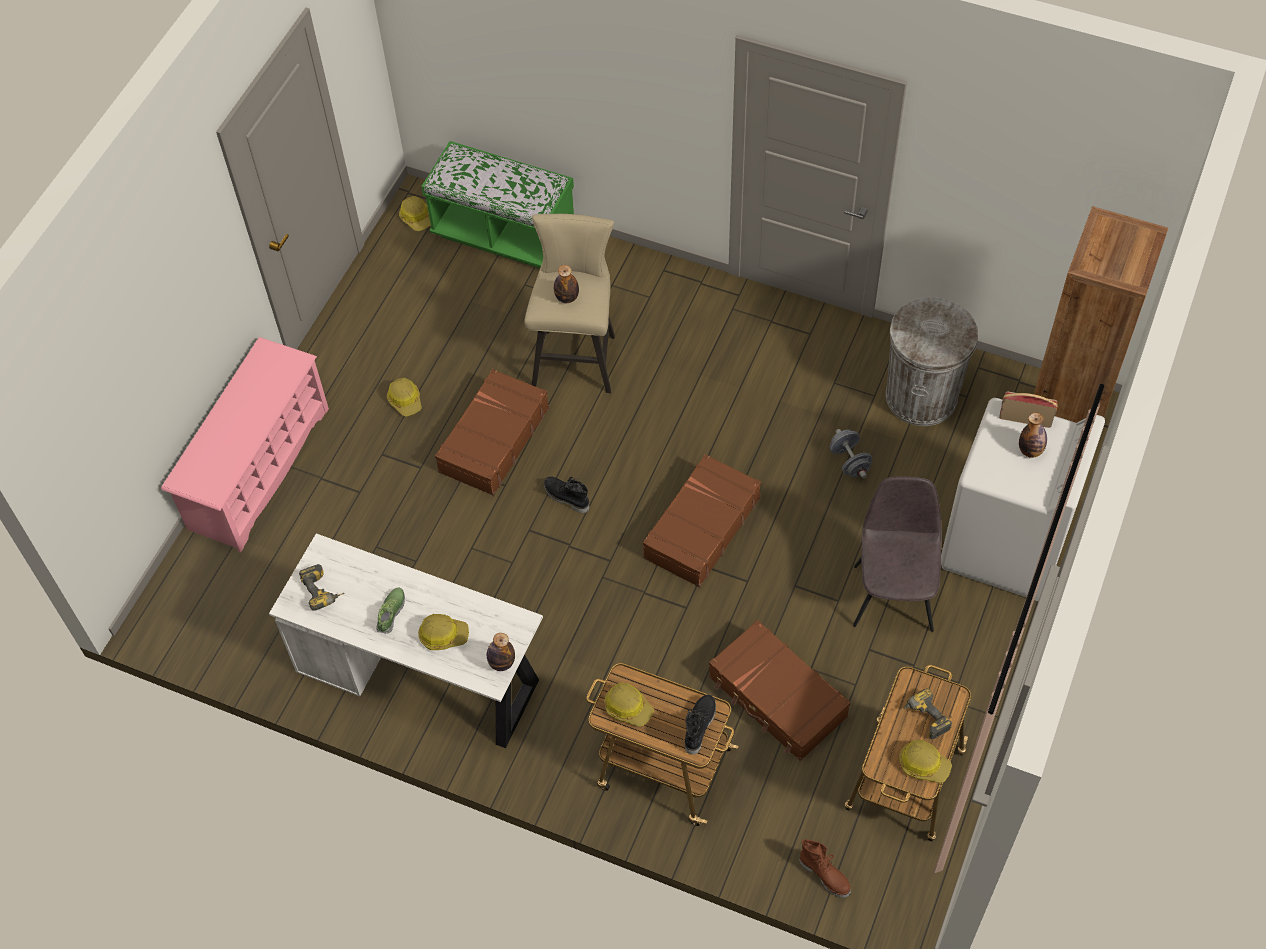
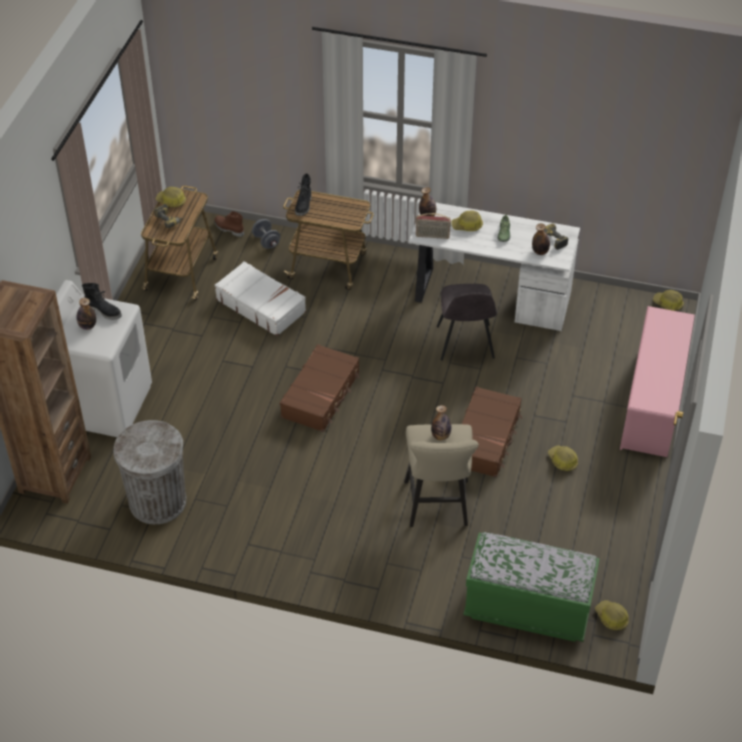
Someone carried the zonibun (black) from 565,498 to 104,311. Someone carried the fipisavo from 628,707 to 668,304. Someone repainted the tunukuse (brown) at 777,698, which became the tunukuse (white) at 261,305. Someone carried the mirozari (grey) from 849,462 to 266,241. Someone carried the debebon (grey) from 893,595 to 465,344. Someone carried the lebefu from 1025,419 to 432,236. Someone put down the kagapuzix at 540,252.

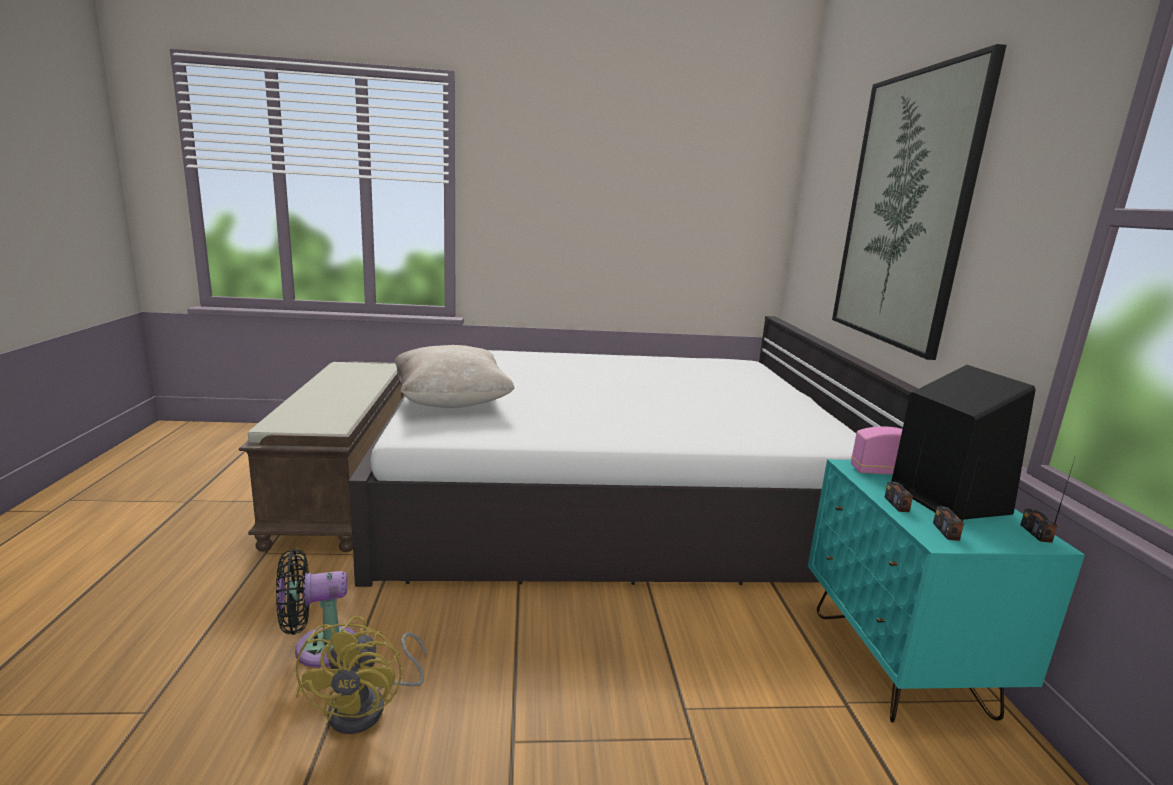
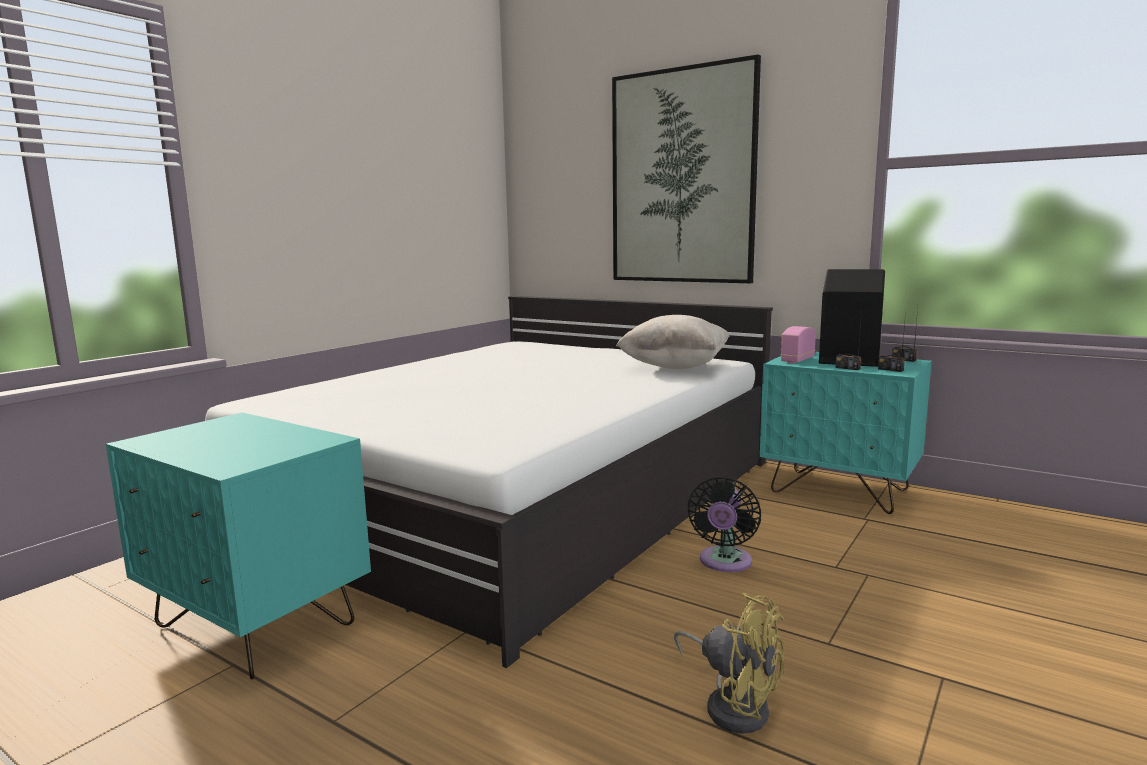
Someone swapped the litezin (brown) at 345,490 for the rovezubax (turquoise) at 256,626. Someone carried the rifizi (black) from 319,648 to 724,563. Someone carried the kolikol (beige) from 451,402 to 675,367.

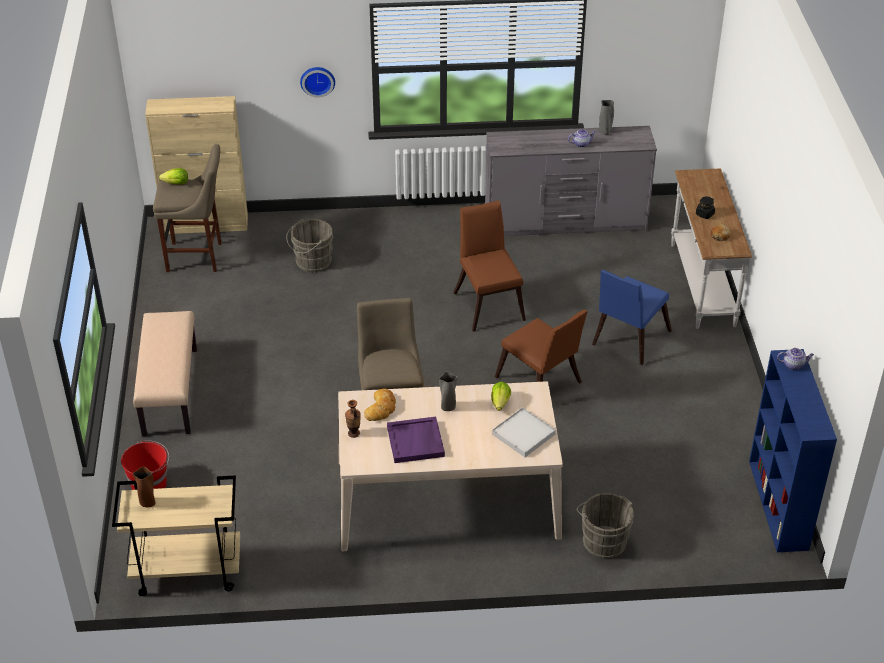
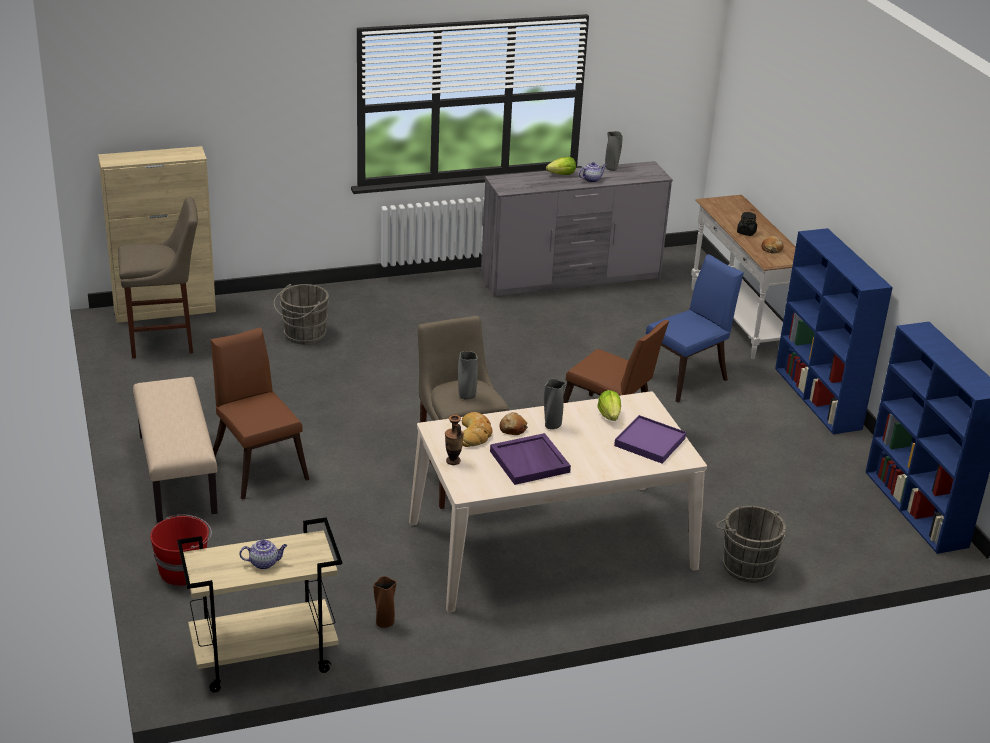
Someone carried the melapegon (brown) from 148,503 to 384,623. Someone carried the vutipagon from 176,183 to 562,175. Someone took away the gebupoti at 317,80. Someone carried the debebon (brown) from 488,303 to 258,464. Someone repainted the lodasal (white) at 523,434, which became the lodasal (purple) at 649,442. Someone rotated the debebon (blue) at 628,340 by 150 degrees counterclockwise. Someone carried the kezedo from 793,365 to 264,563. Someone put down the melapegon (grey) at 466,396. Someone put down the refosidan at 512,428. Someone put down the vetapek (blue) at 818,399.

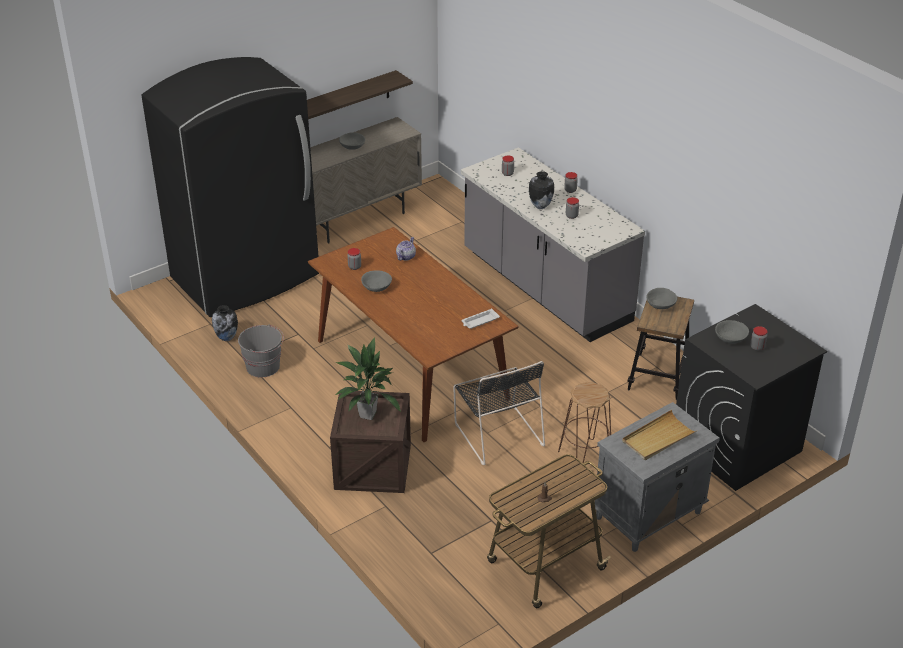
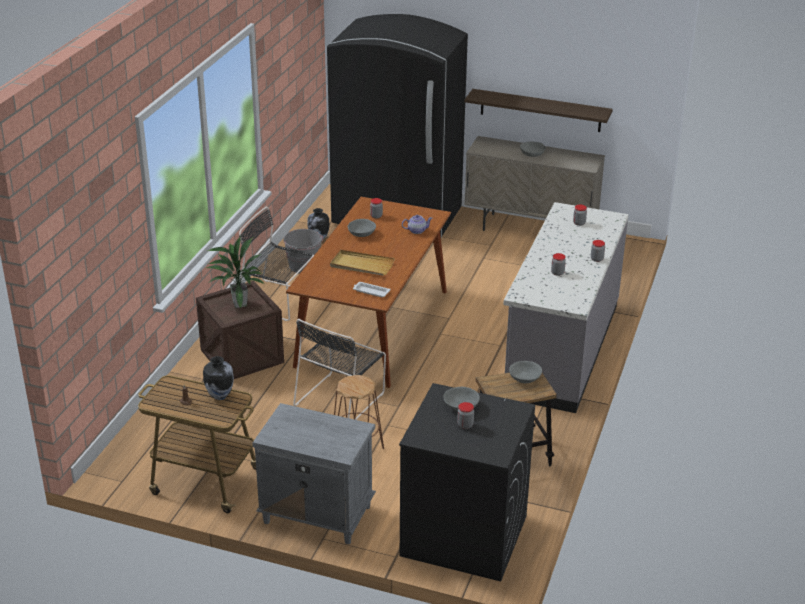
Someone carried the melapegon from 540,206 to 220,396. Someone carried the lodasal (beige) from 658,438 to 361,265. Someone put down the debebon (black) at 278,300.

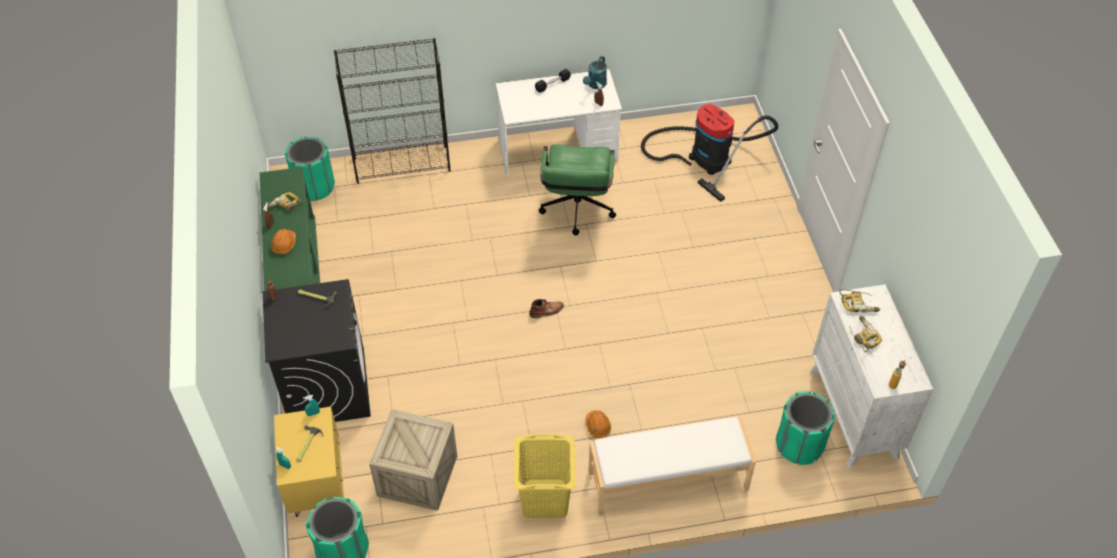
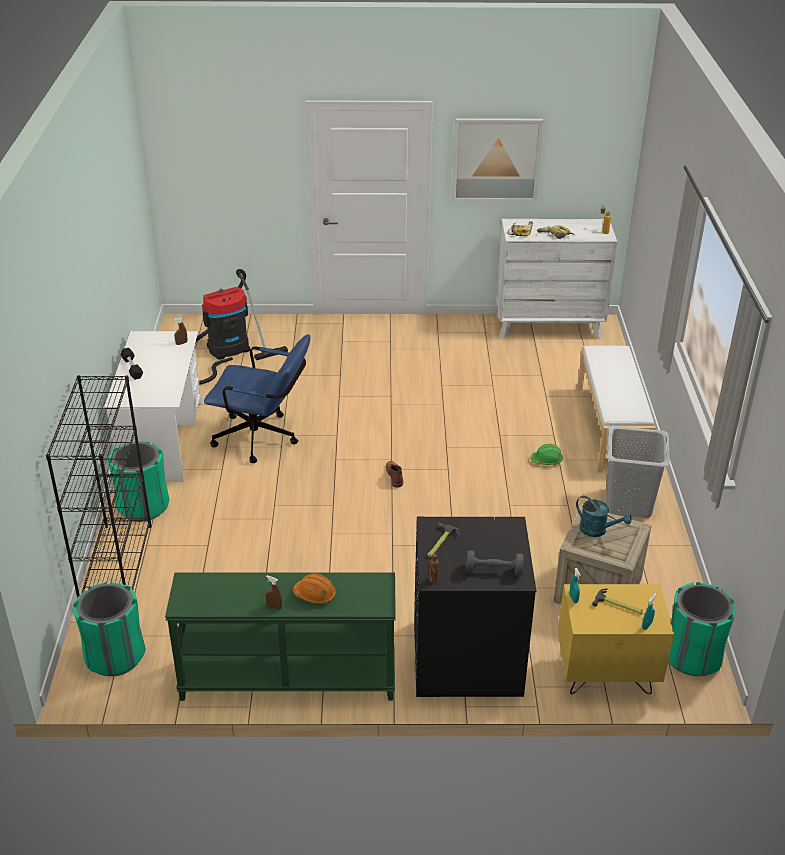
Someone took away the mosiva at 285,207. Someone repainted the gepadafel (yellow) at 544,499, which became the gepadafel (grey) at 628,503. Someone repainted the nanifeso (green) at 576,212, which became the nanifeso (blue) at 263,439. Someone carried the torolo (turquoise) from 595,85 to 597,530. Someone repainted the fipisavo (orange) at 598,426, which became the fipisavo (green) at 547,460. Someone carried the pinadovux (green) from 799,445 to 143,506. Someone put up the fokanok at 496,159. Someone put down the mirozari (grey) at 494,570.

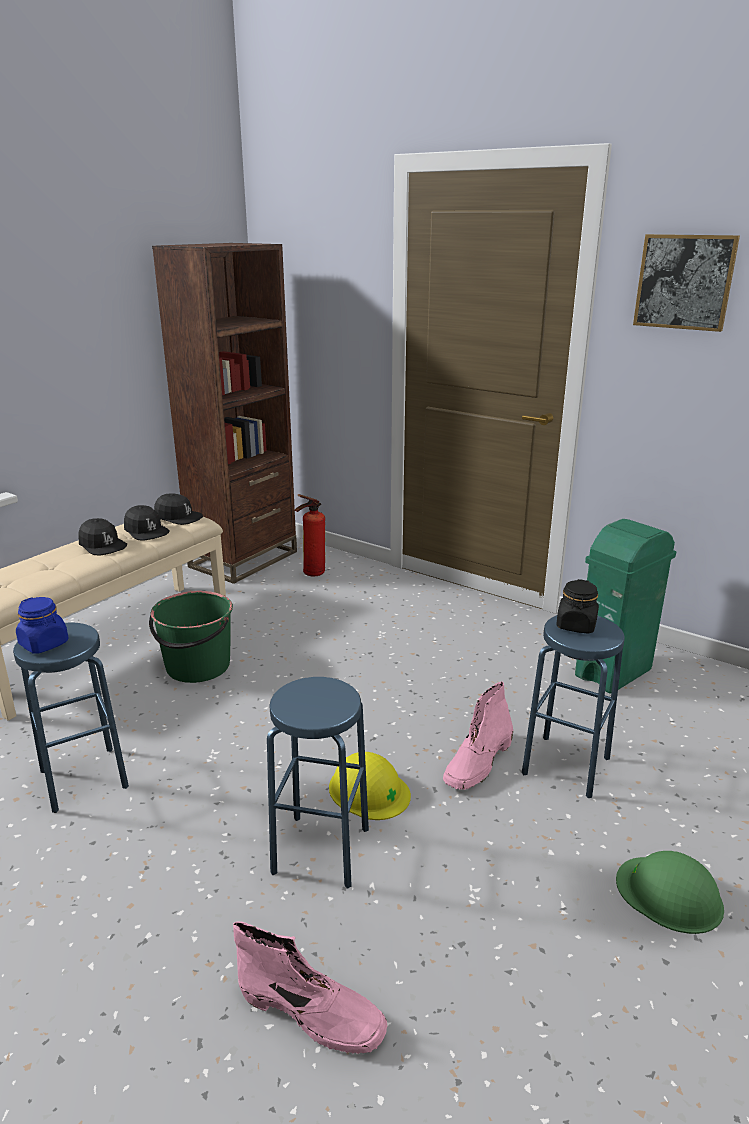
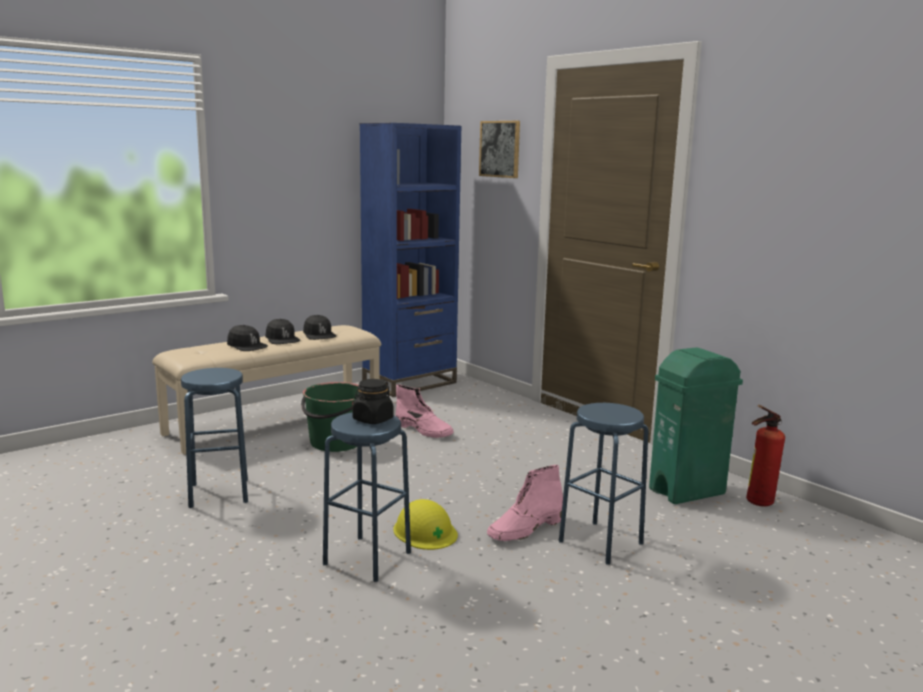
Someone took away the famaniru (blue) at 44,644. Someone repainted the vetapek (brown) at 244,559, which became the vetapek (blue) at 410,383. Someone carried the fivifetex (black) from 178,517 to 246,346. Someone carried the zonibun (pink) from 312,1012 to 424,430. Someone carried the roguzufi from 311,574 to 756,503. Someone carried the famaniru (black) from 576,625 to 372,419. Someone took away the fipisavo (green) at 669,894. Someone carried the fokanok from 684,282 to 500,149.

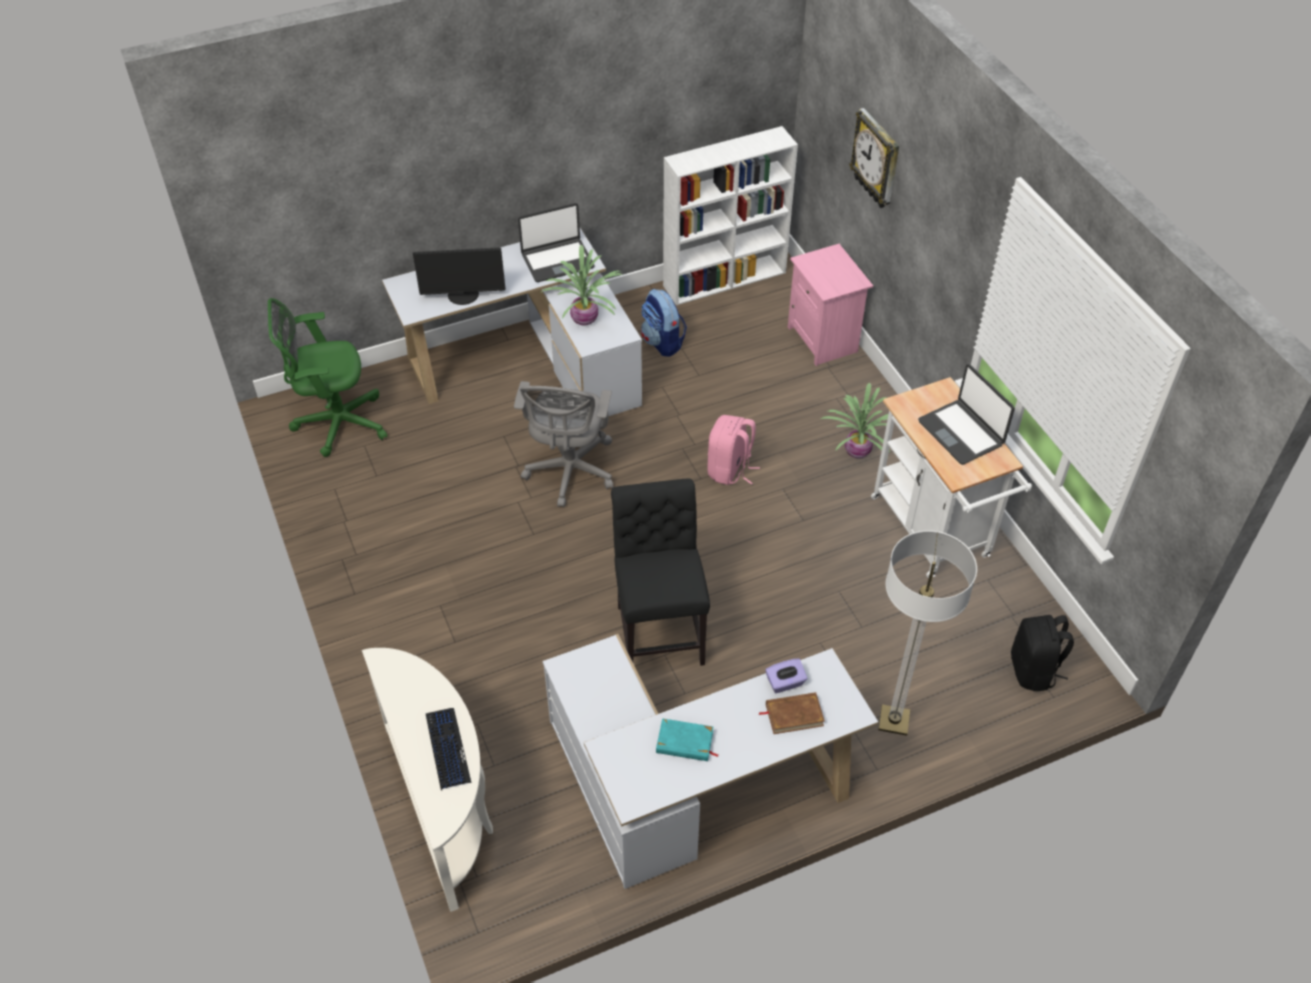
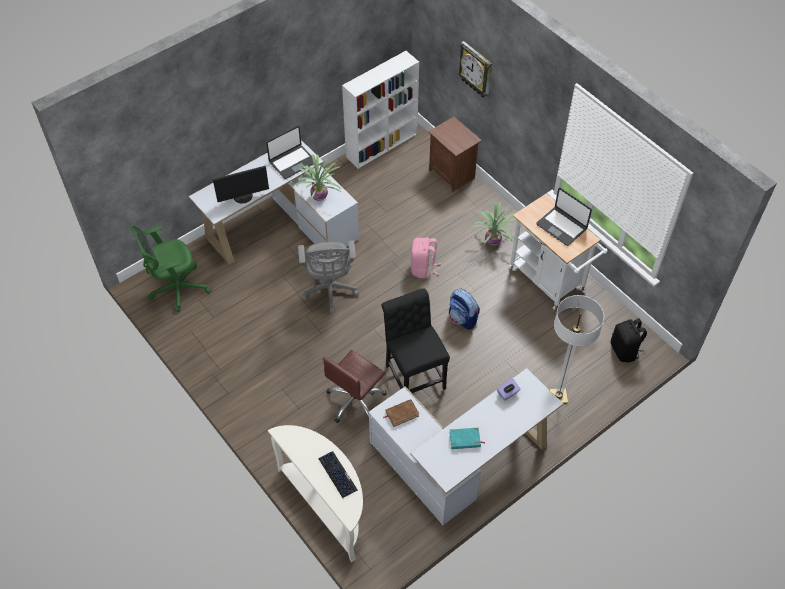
Someone carried the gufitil from 662,342 to 463,319. Someone carried the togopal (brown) from 794,715 to 402,413. Someone repainted the rovezubax (pink) at 823,339, which became the rovezubax (brown) at 452,173. Someone put down the nanifeso (brown) at 356,401.

